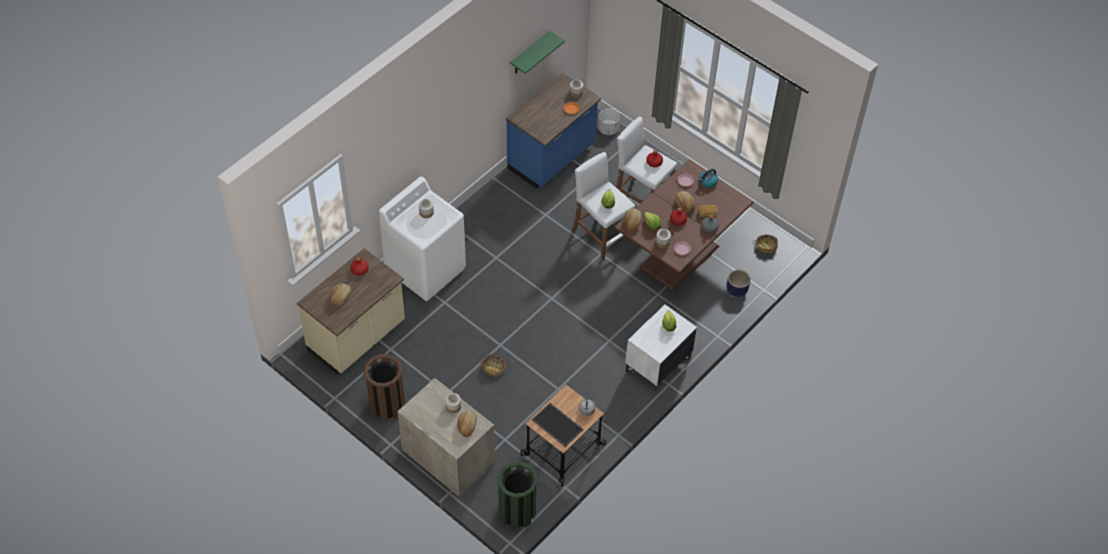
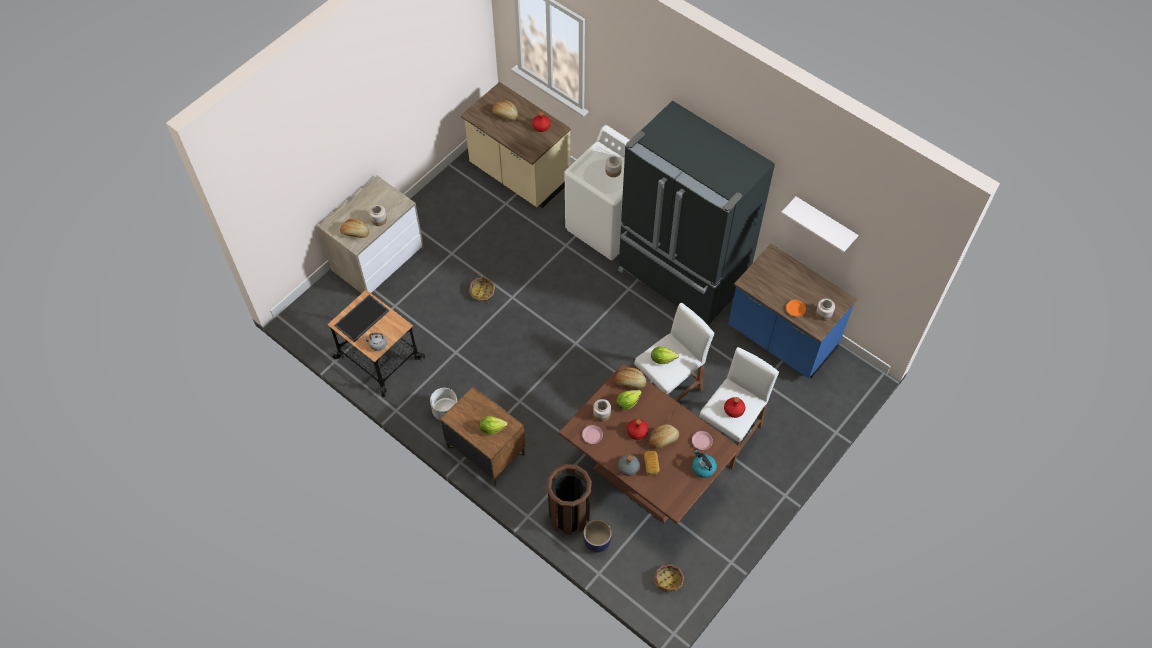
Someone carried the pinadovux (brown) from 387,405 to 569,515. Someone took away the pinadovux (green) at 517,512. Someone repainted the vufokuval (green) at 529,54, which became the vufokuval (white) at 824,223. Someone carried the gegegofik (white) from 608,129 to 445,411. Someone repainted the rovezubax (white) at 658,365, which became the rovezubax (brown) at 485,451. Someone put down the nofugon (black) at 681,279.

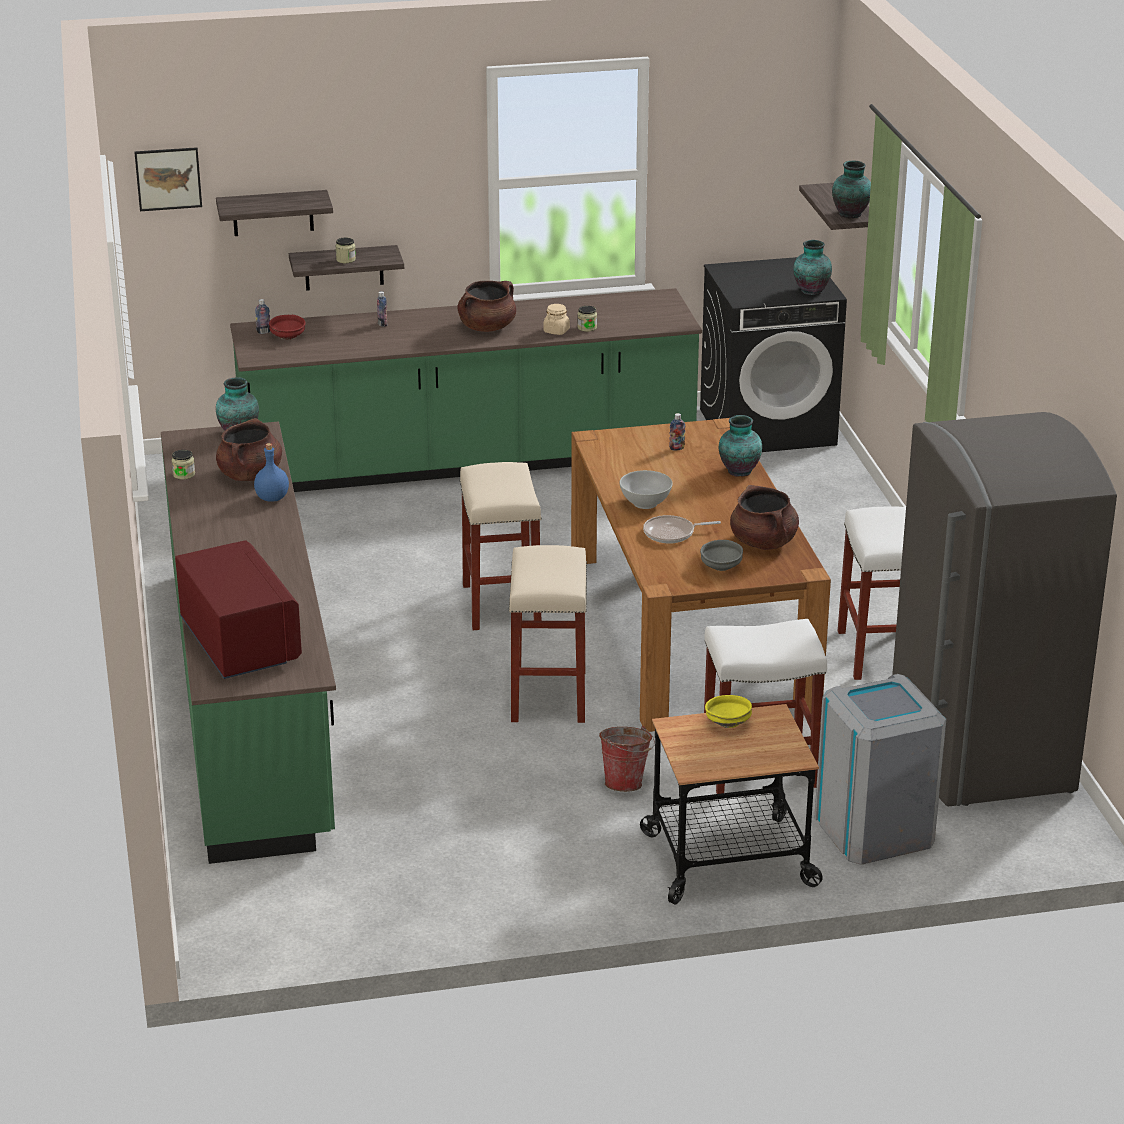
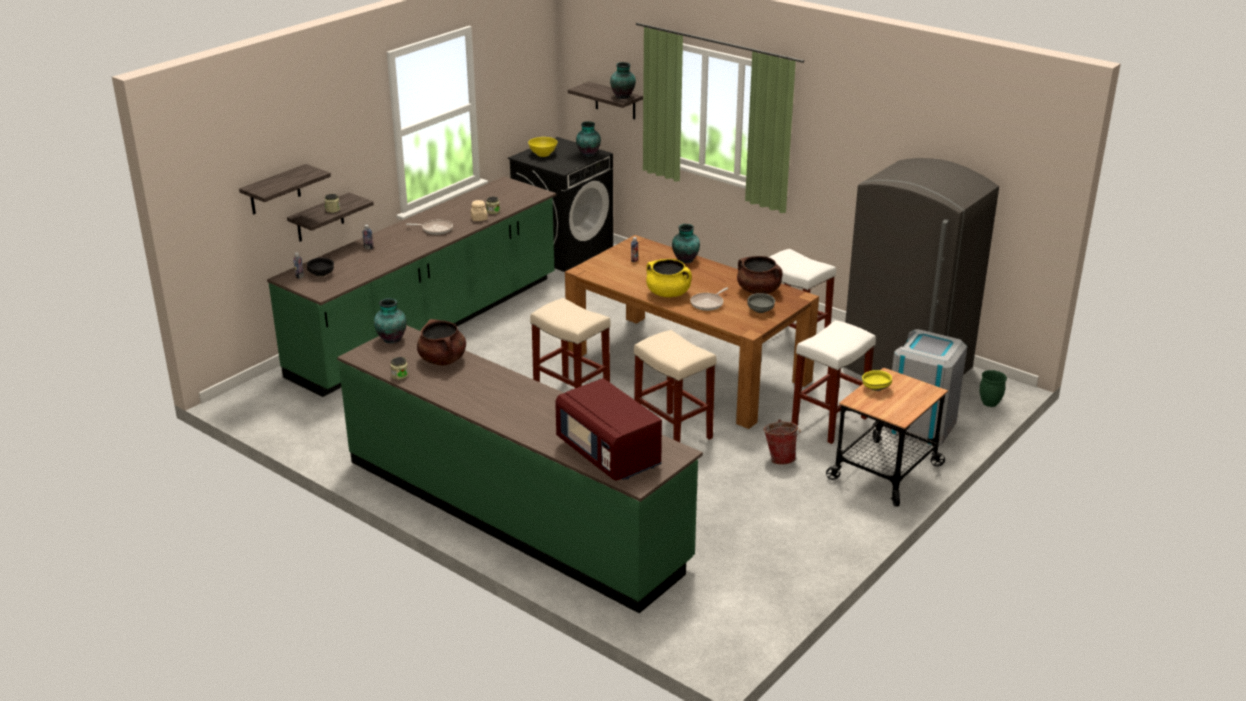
Someone took away the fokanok at 168,179. Someone rotated the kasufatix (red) at 238,643 by 150 degrees counterclockwise. Someone took away the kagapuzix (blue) at 272,498. Someone repainted the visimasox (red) at 287,337, which became the visimasox (black) at 321,274. Someone swapped the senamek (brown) at 487,327 for the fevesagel at 435,229. Someone swapped the visimasox (white) at 645,503 for the senamek (yellow) at 668,293. Someone put down the visimasox (yellow) at 543,154. Someone put down the gegegofik (green) at 990,403.

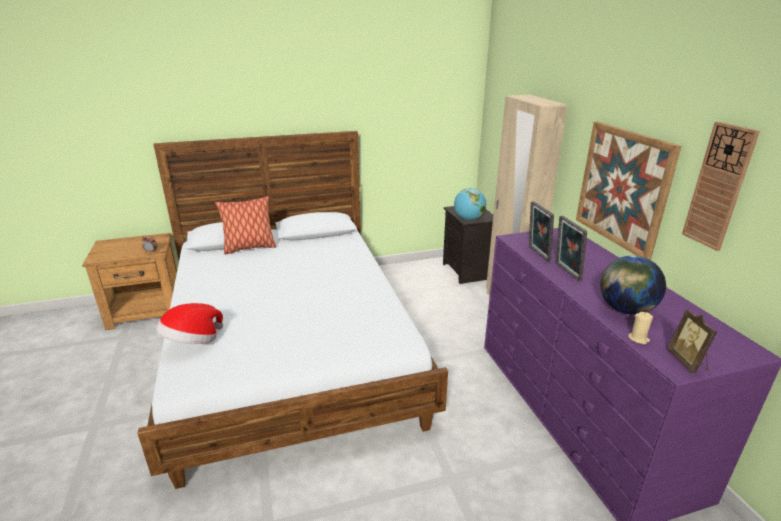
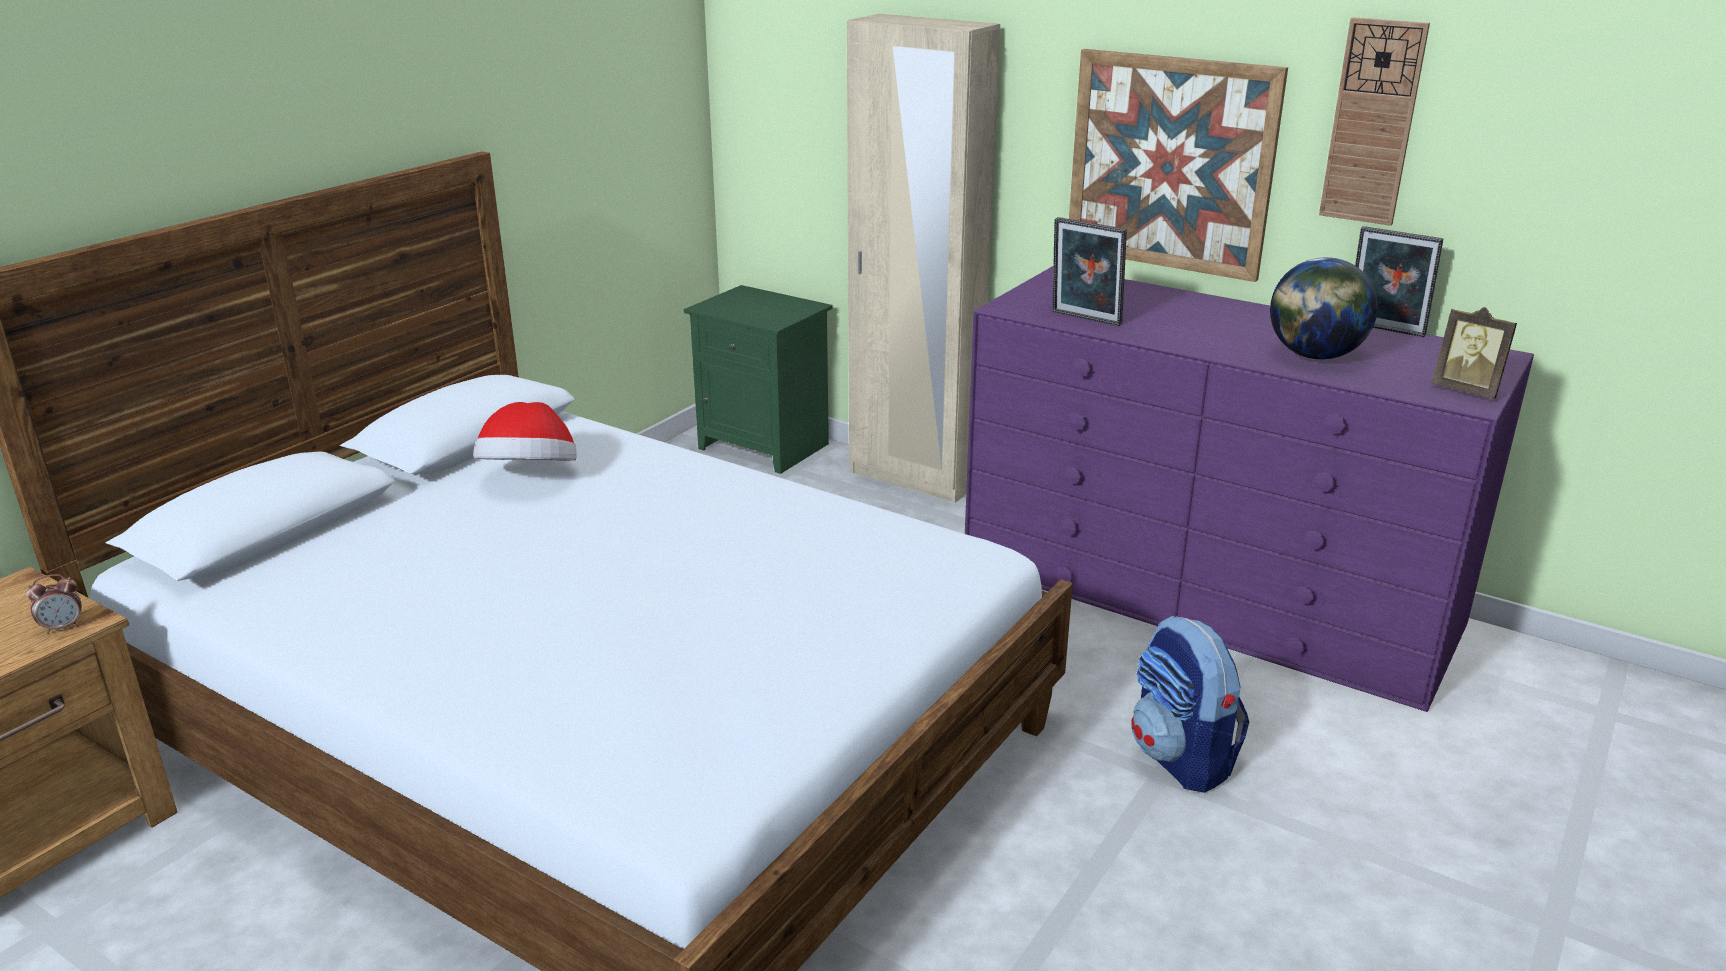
Someone carried the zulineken from 193,342 to 530,477. Someone took away the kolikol at 249,248. Someone repainted the rovezubax (black) at 467,271, which became the rovezubax (green) at 766,446. Someone took away the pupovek at 468,219. Someone carried the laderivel from 566,272 to 1384,330. Someone took away the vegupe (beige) at 638,339. Someone put down the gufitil at 1181,758.

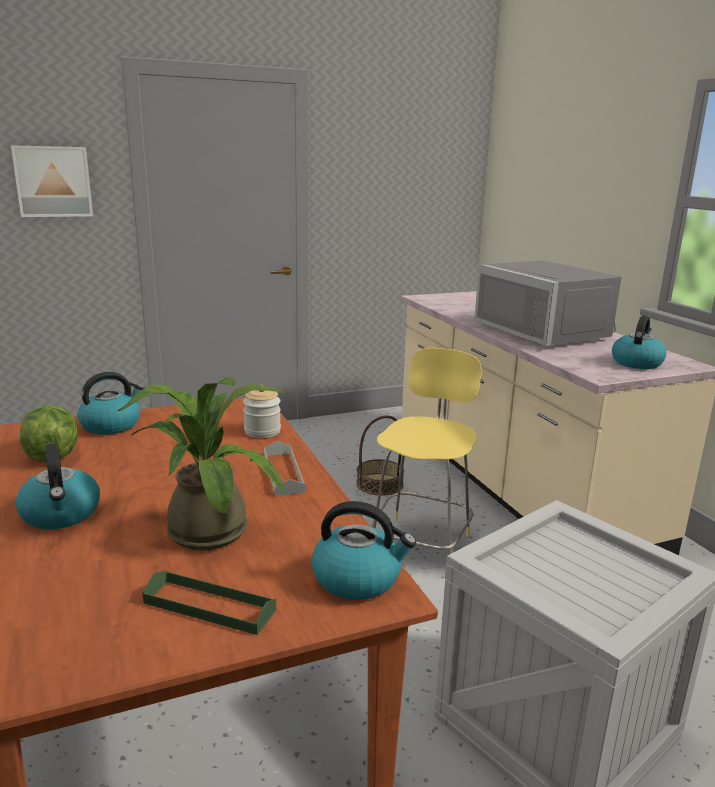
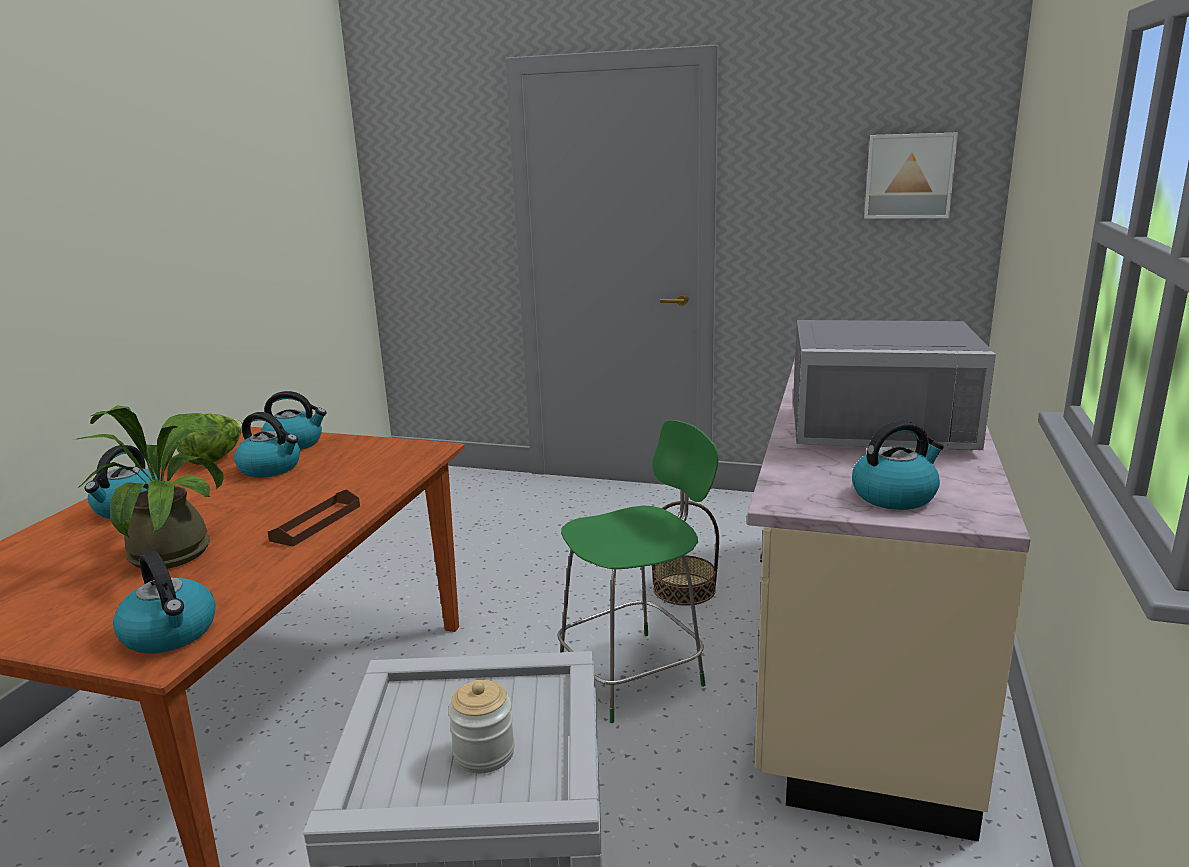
Someone carried the fokanok from 53,181 to 909,176. Someone took away the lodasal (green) at 209,606. Someone carried the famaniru from 262,431 to 484,753. Someone repainted the lodasal (grey) at 283,473, which became the lodasal (brown) at 316,523. Someone repainted the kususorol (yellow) at 421,543, which became the kususorol (green) at 635,673. Someone rotated the kasufatix (grey) at 548,331 by 90 degrees counterclockwise. Someone put down the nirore at 271,468.

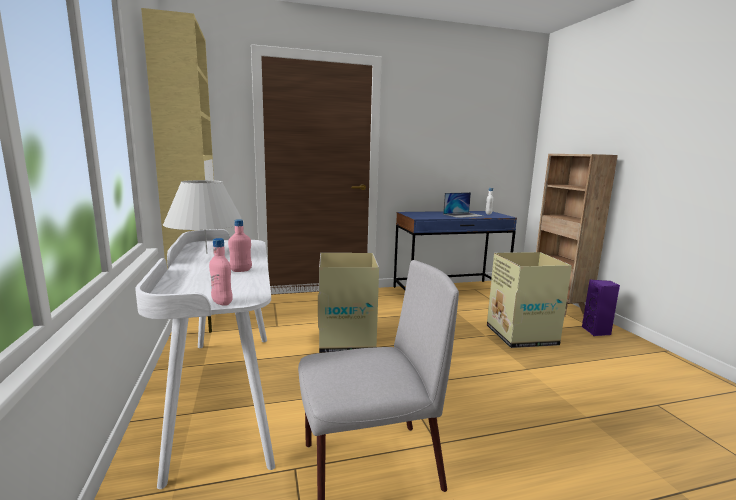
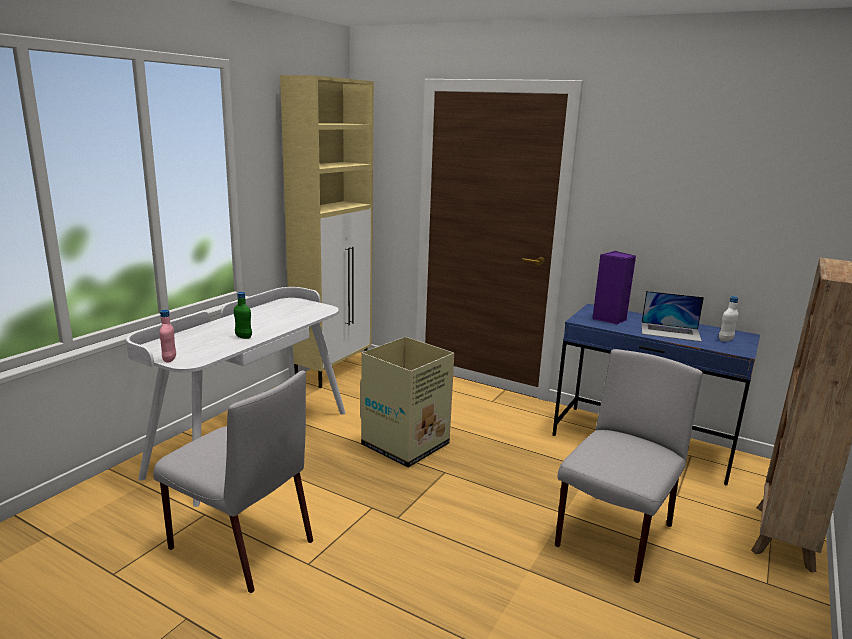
Someone took away the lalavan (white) at 206,253. Someone repainted the kagapuzix (pink) at 241,270, which became the kagapuzix (green) at 243,337. Someone swapped the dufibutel at 520,335 for the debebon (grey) at 614,537. Someone carried the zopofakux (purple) from 597,331 to 610,319.

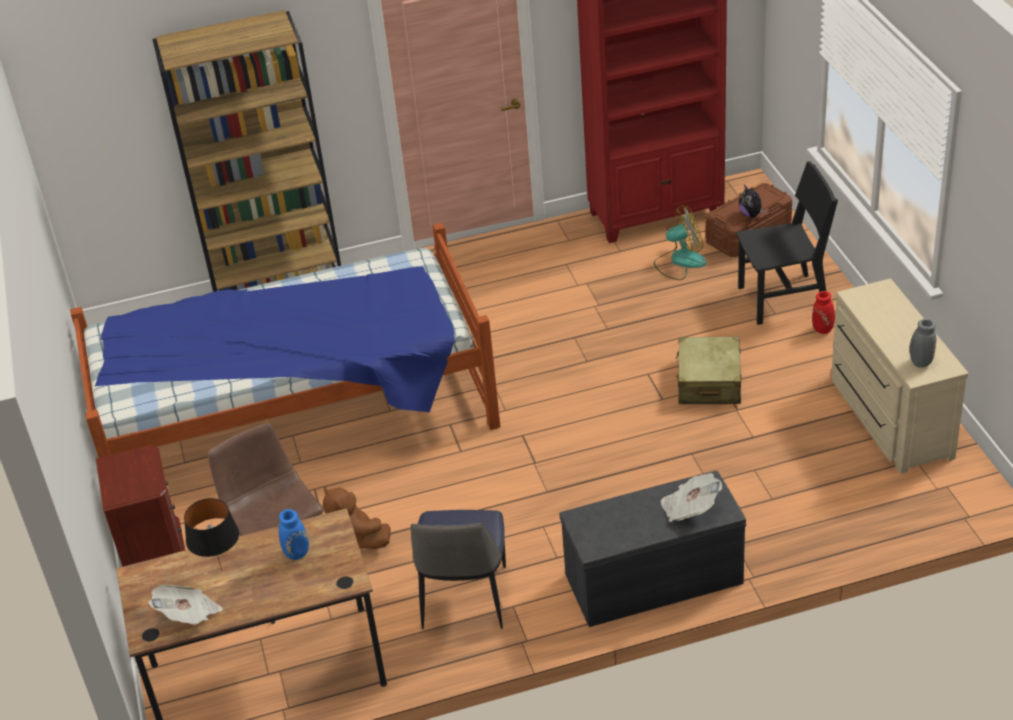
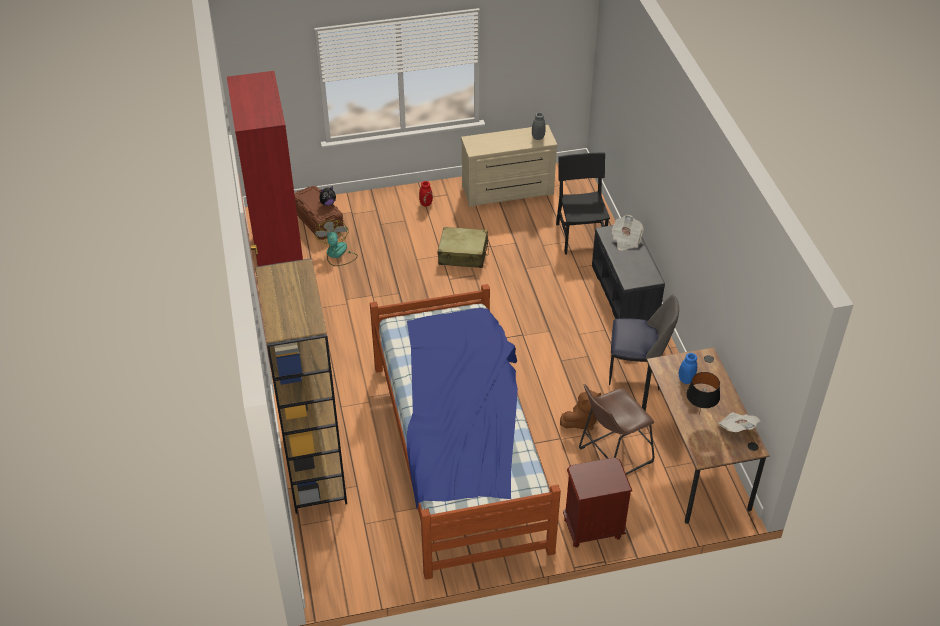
Someone carried the debebon (black) from 783,299 to 580,237.

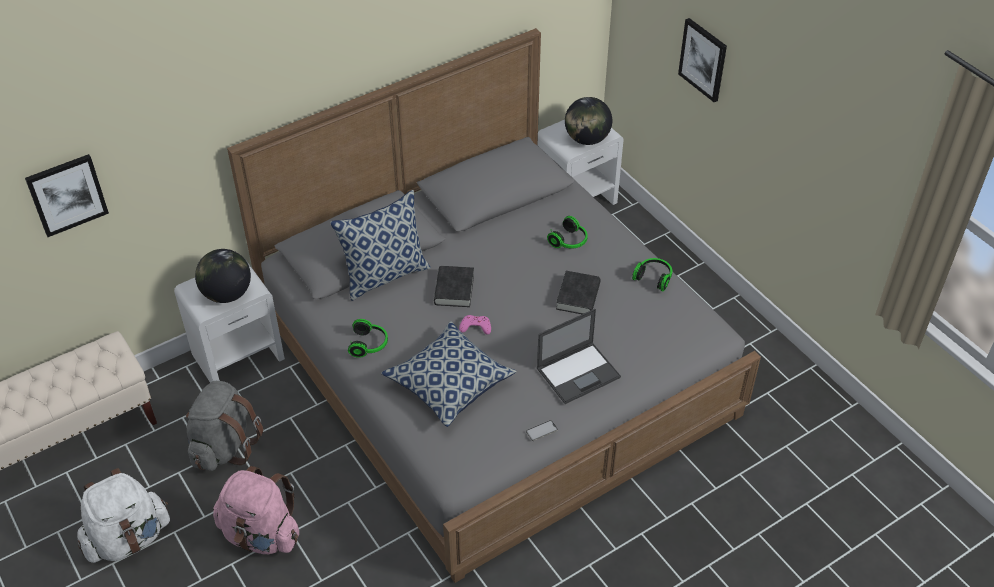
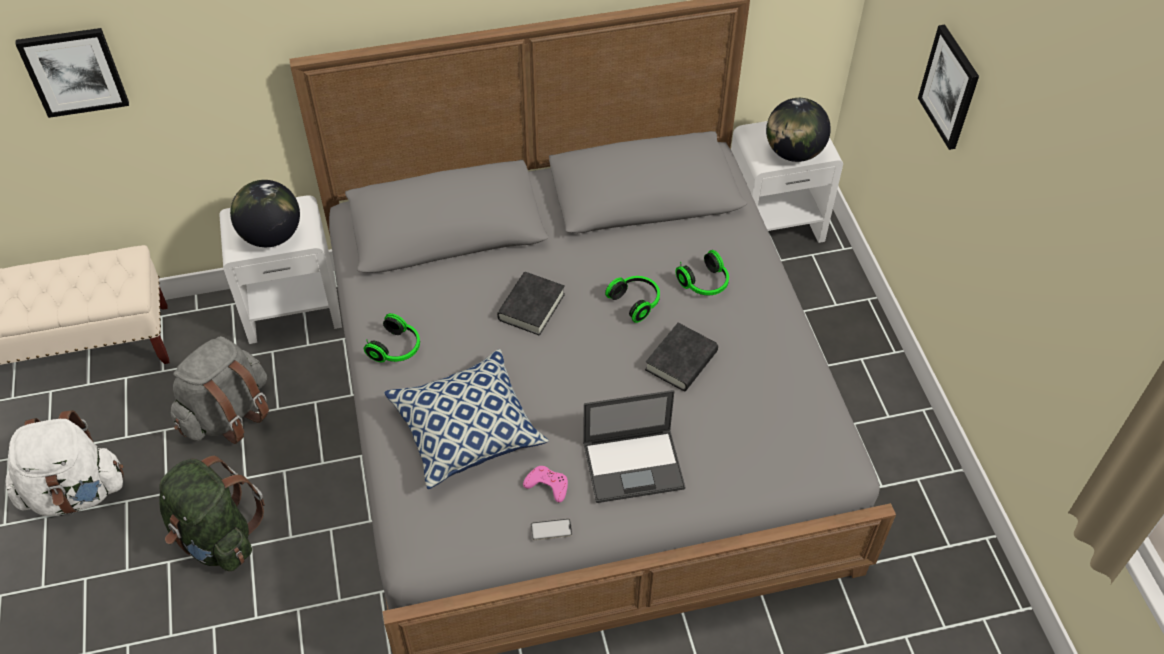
Someone repainted the gufitil (pink) at 261,535, which became the gufitil (green) at 217,537. Someone took away the kolikol at 385,275. Someone carried the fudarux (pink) from 475,327 to 547,485. Someone carried the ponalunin from 654,278 to 636,302.

